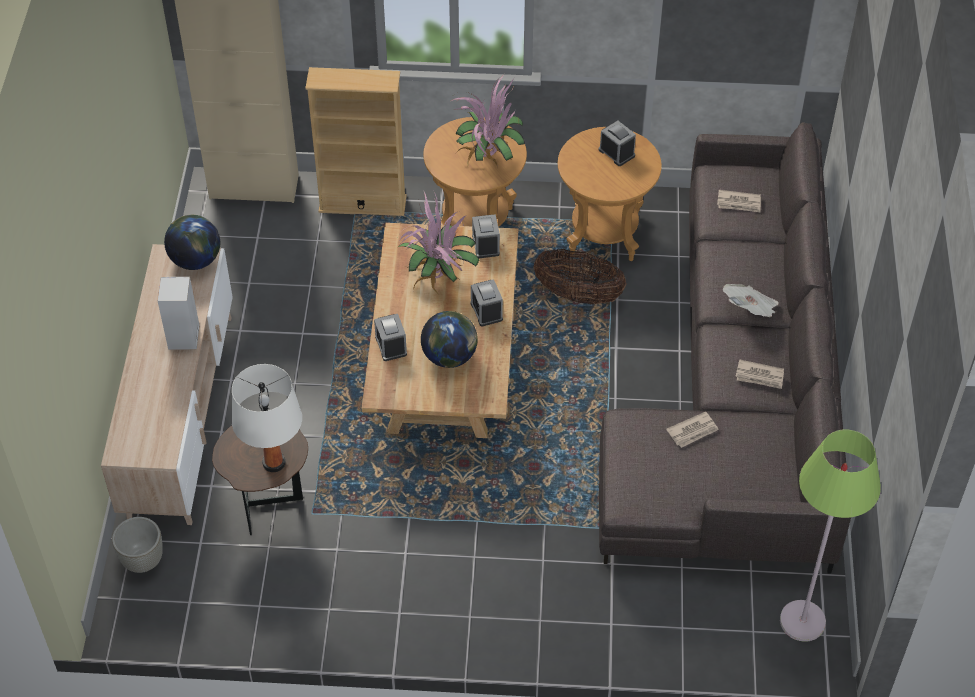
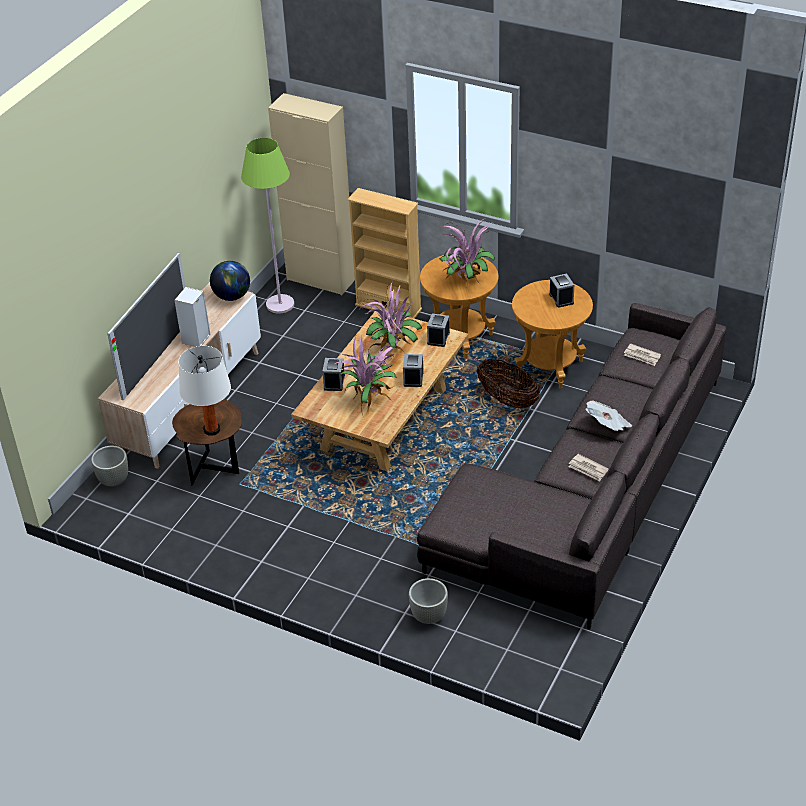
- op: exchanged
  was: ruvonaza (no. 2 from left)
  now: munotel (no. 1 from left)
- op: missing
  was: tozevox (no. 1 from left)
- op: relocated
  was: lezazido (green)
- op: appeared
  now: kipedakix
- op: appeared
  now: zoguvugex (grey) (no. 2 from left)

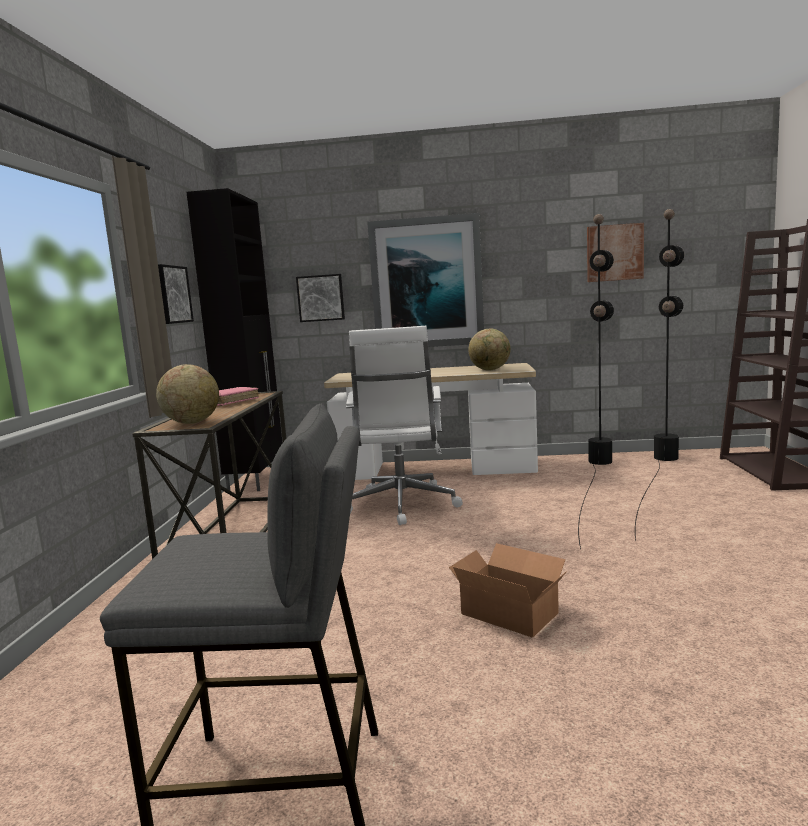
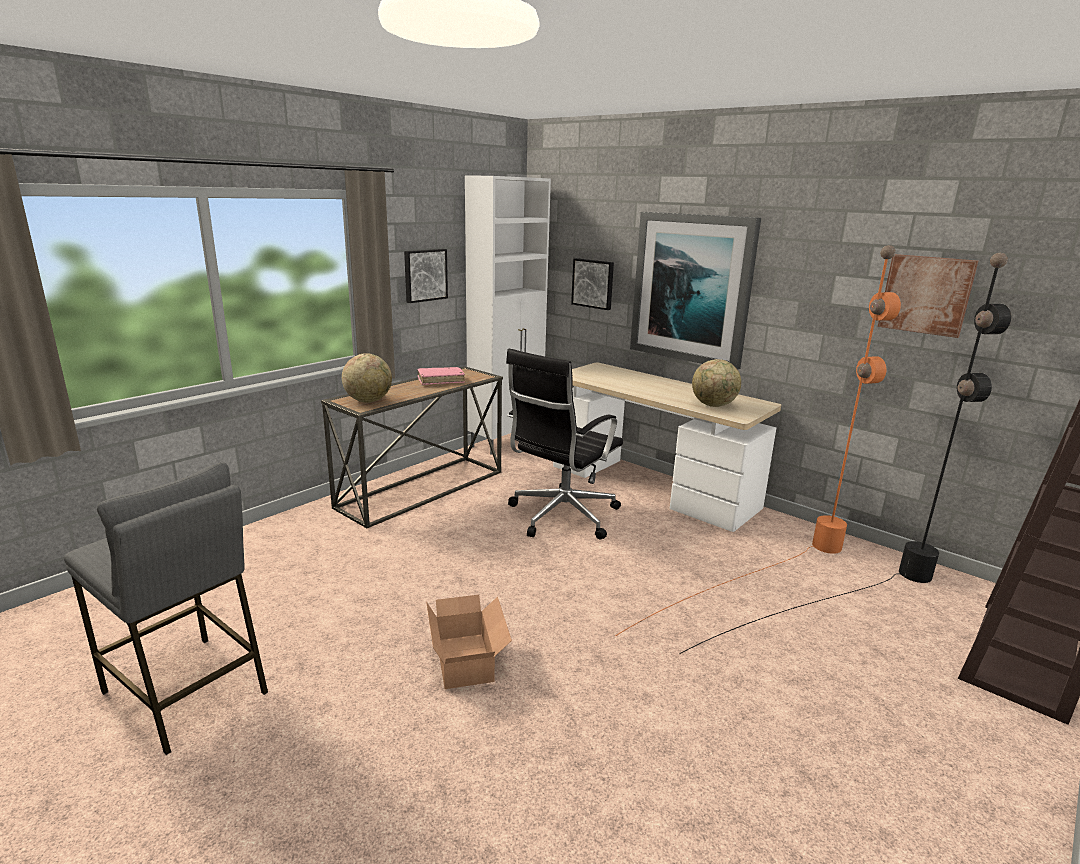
- op: colour
  was: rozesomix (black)
  now: rozesomix (white)
- op: colour
  was: lezazido (black) (no. 1 from left)
  now: lezazido (orange)
- op: colour
  was: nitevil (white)
  now: nitevil (black)

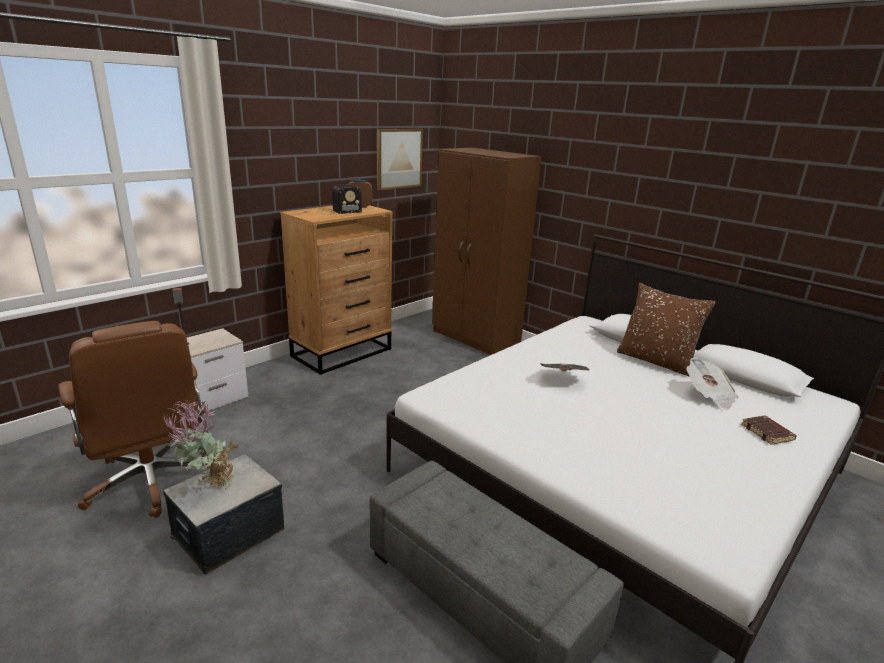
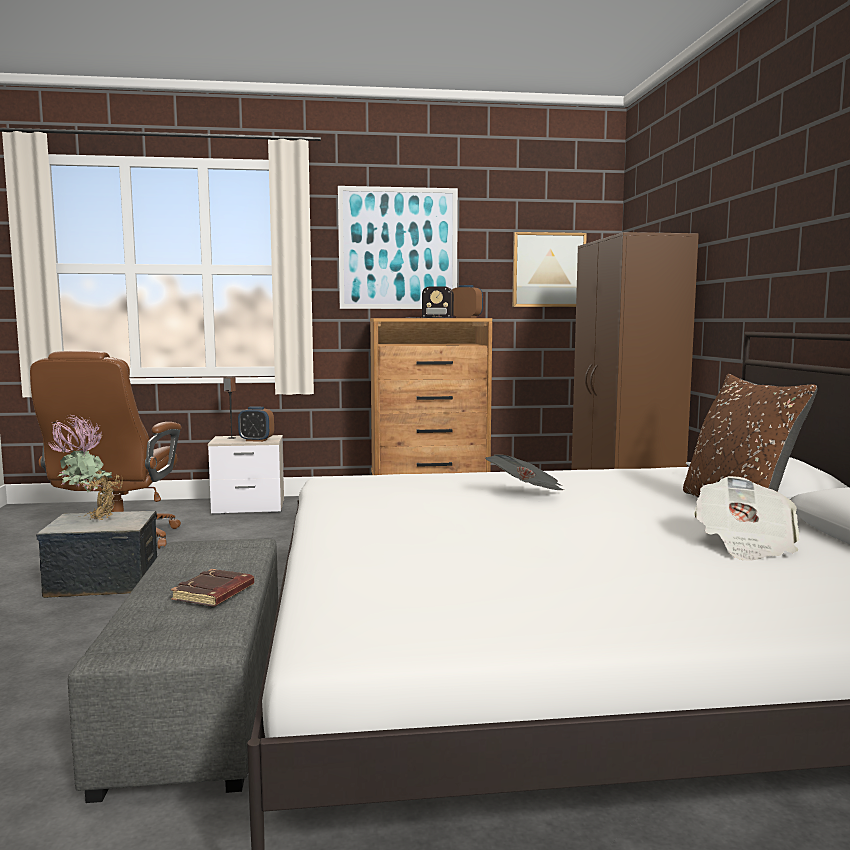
- op: relocated
  was: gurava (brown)
- op: appeared
  now: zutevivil (no. 1 from left)
- op: appeared
  now: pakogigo (no. 1 from left)

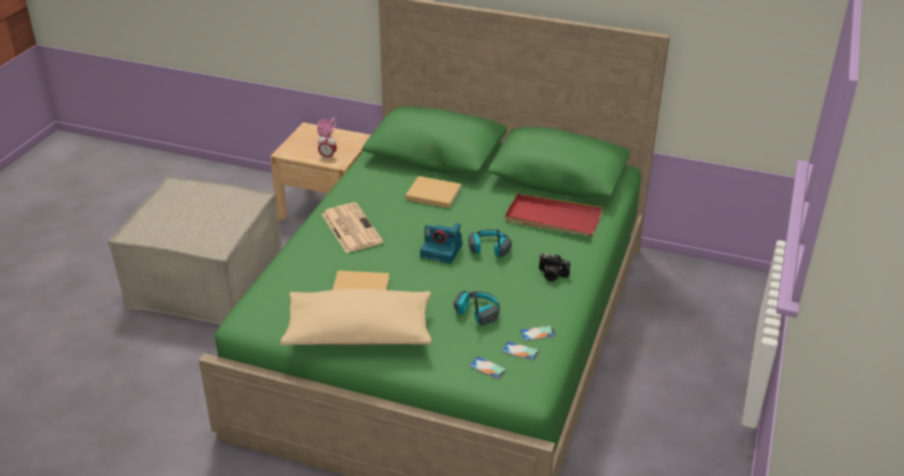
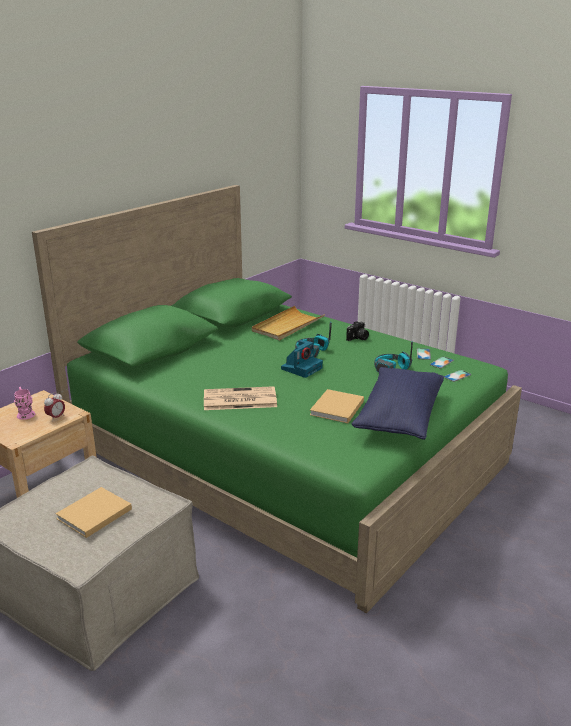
- op: relocated
  was: gurava (beige) (no. 2 from left in the first image)
  now: gurava (beige) (no. 1 from left)
- op: colour
  was: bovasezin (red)
  now: bovasezin (beige)
- op: colour
  was: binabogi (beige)
  now: binabogi (blue)

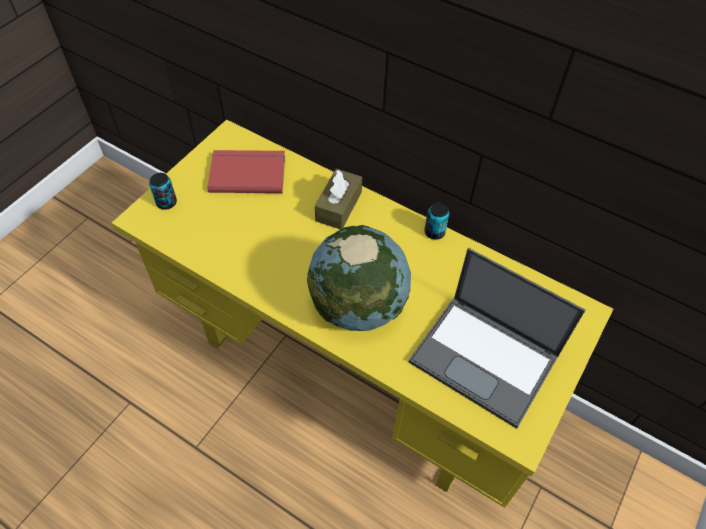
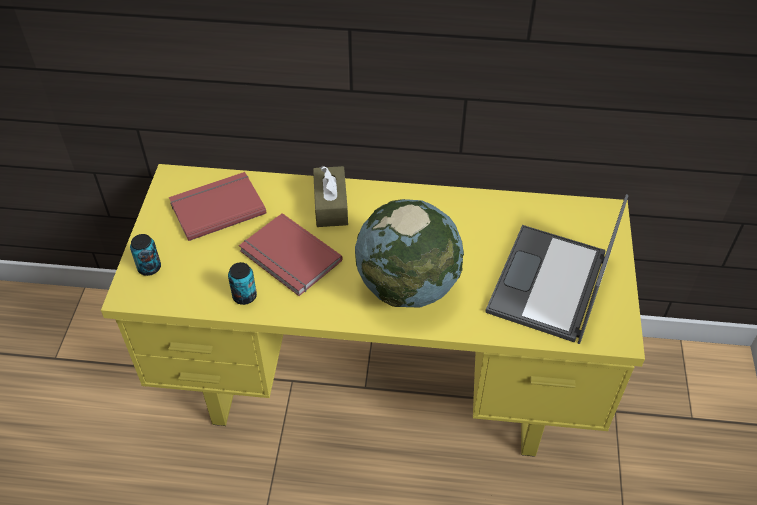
- op: relocated
  was: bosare (no. 2 from left)
- op: spun
  was: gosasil
  clockwise: 105
- op: appeared
  now: gurava (red) (no. 2 from left)

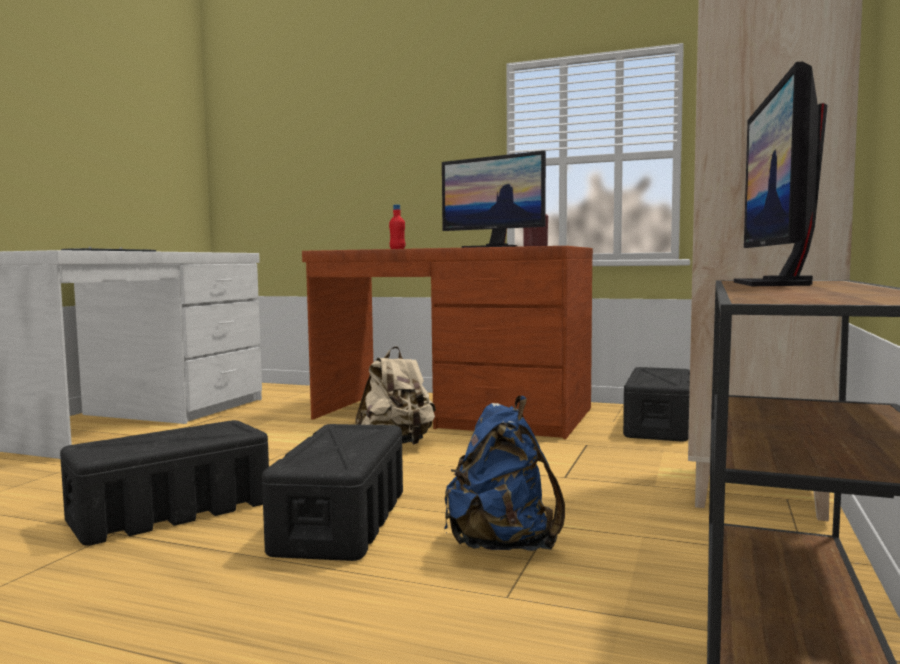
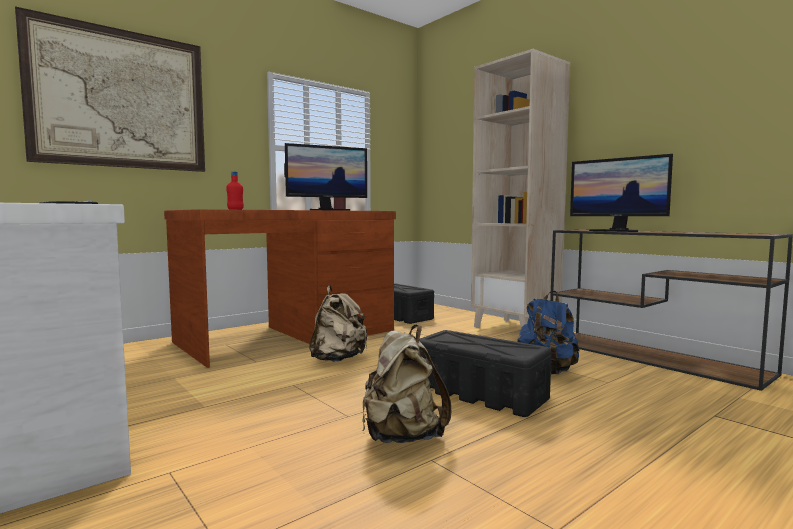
- op: exchanged
  was: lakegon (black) (no. 1 from left)
  now: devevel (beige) (no. 2 from left)
- op: appeared
  now: zutevivil

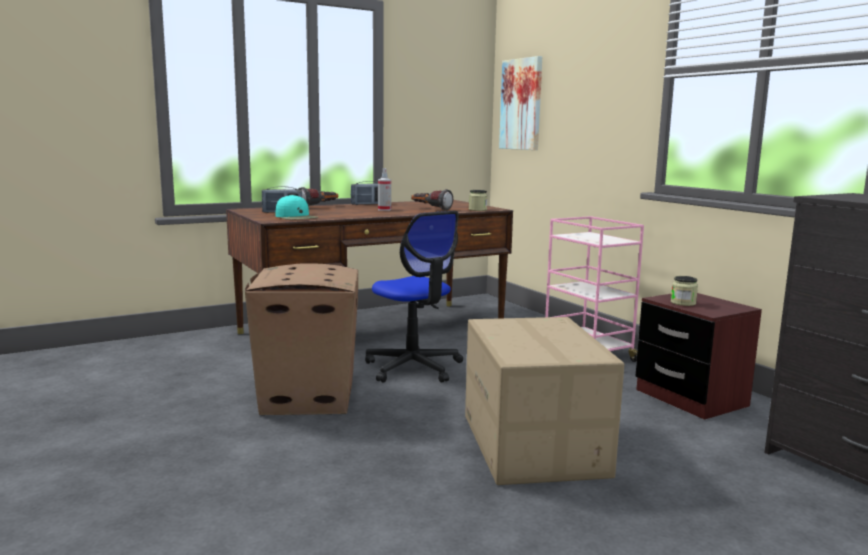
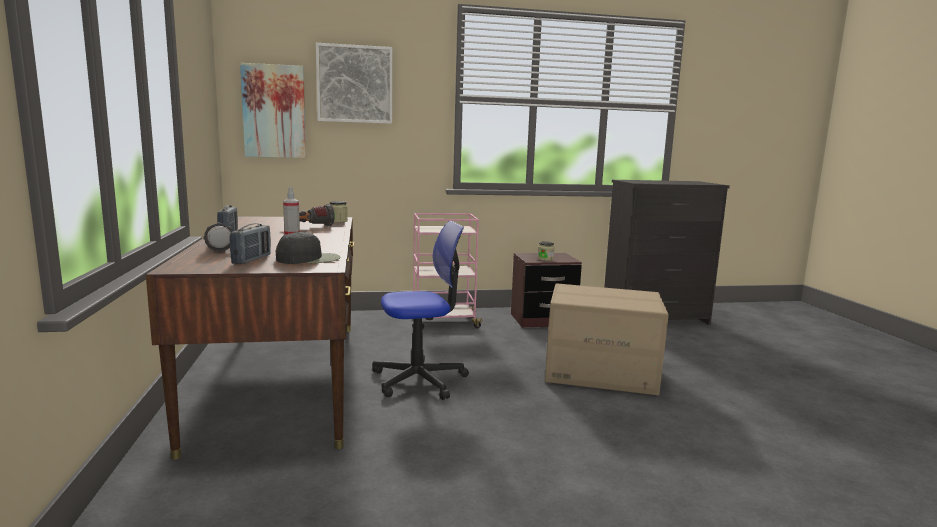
- op: colour
  was: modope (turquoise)
  now: modope (black)
- op: missing
  was: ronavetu (no. 1 from left)
- op: appeared
  now: zutevivil (no. 2 from left)

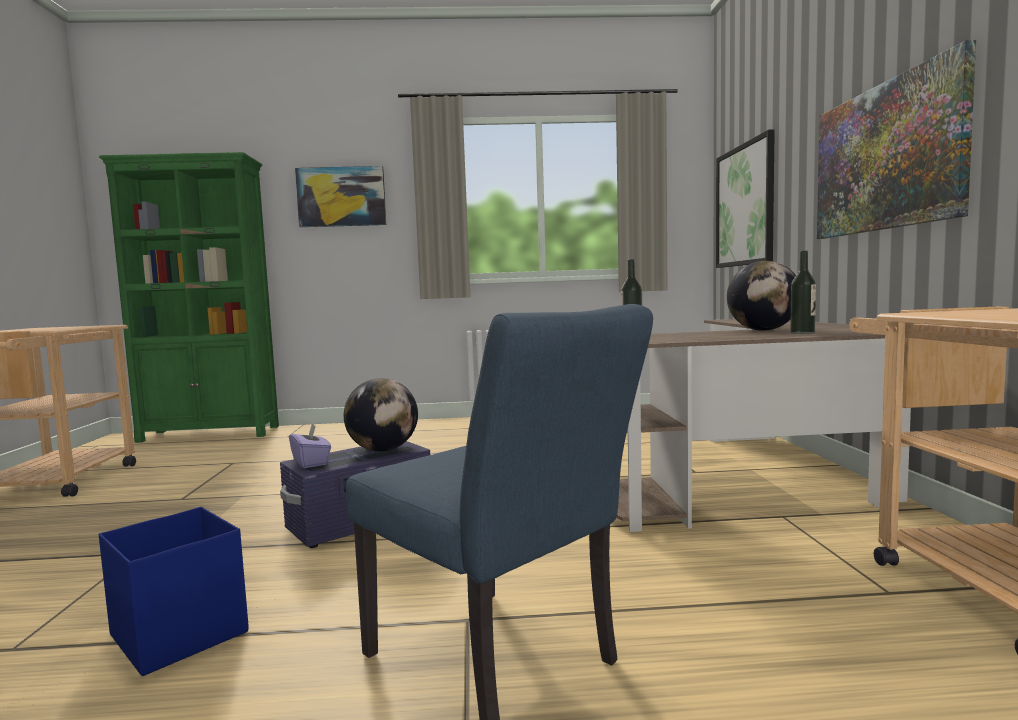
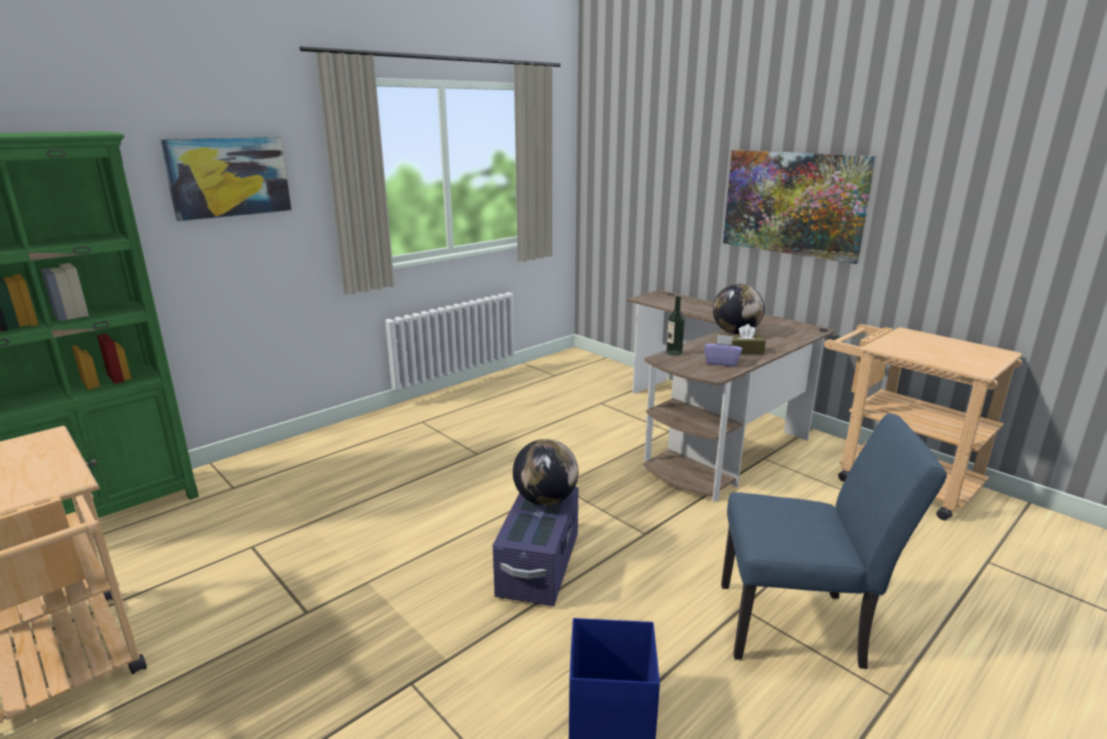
- op: missing
  was: zutevivil (no. 2 from left)
- op: missing
  was: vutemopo (no. 2 from left)
- op: relocated
  was: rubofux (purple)
- op: appeared
  now: rubofux (brown)

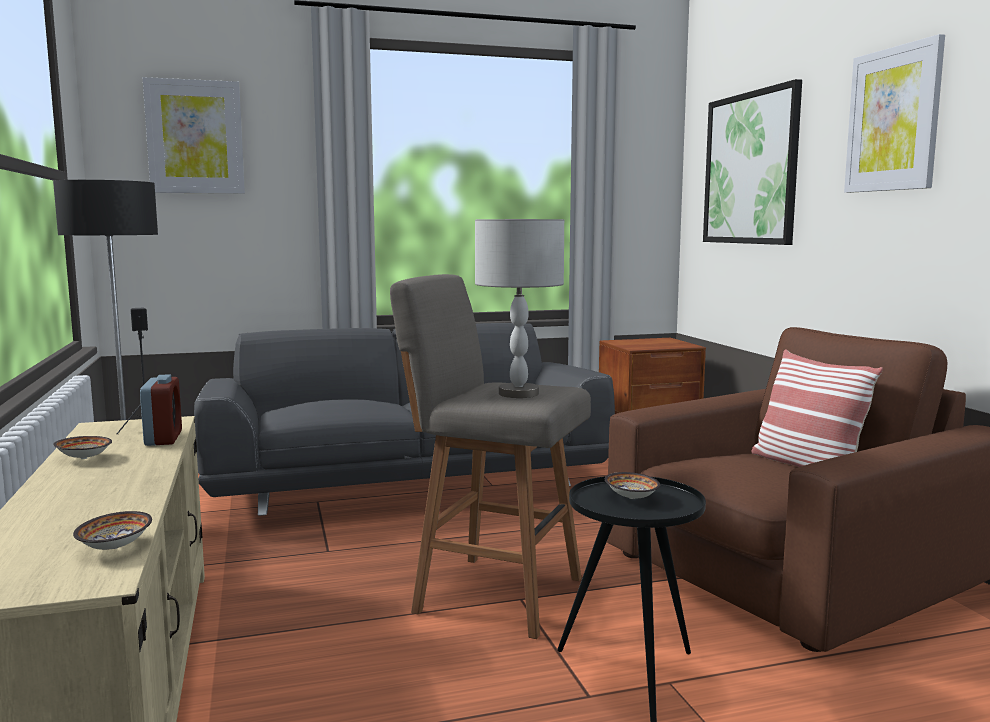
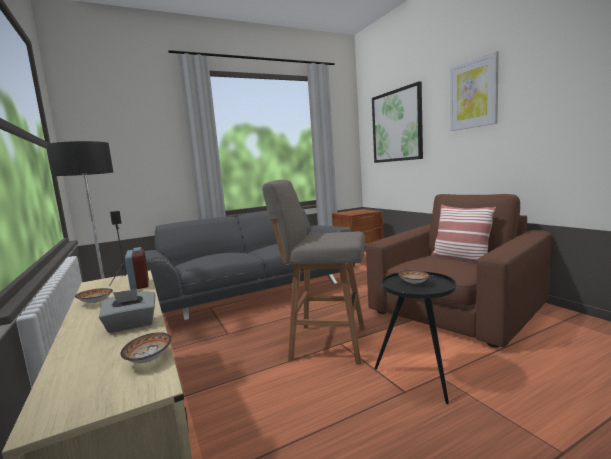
- op: missing
  was: zutevivil (no. 1 from left)
- op: missing
  was: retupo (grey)
- op: appeared
  now: rubofux (grey)

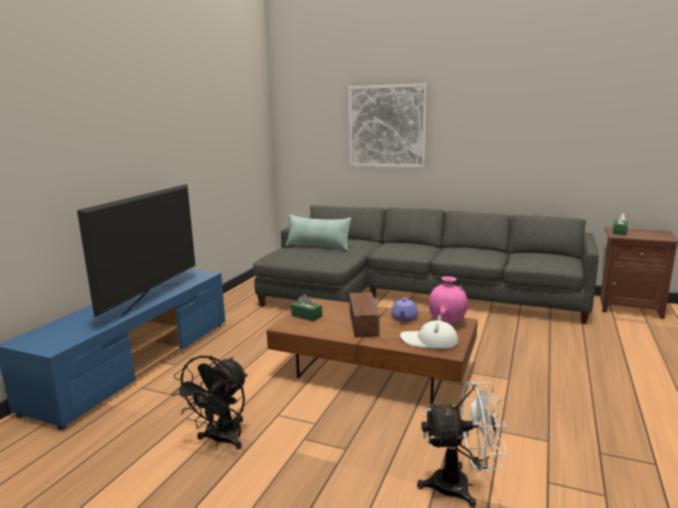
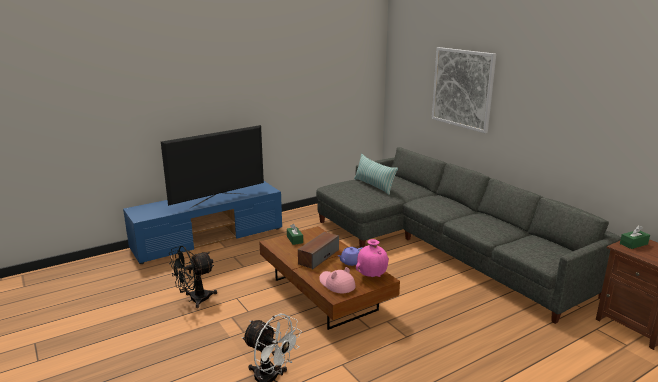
- op: colour
  was: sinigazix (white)
  now: sinigazix (pink)

